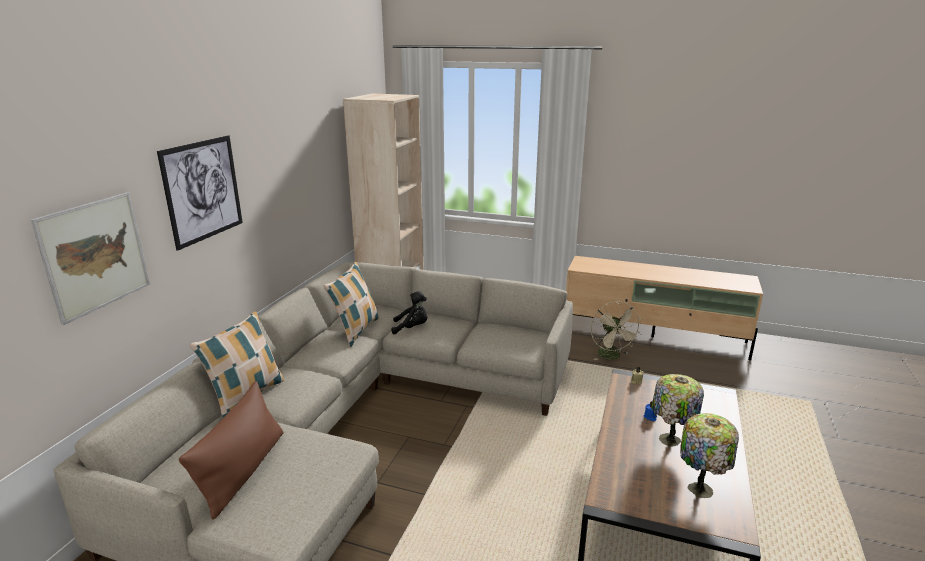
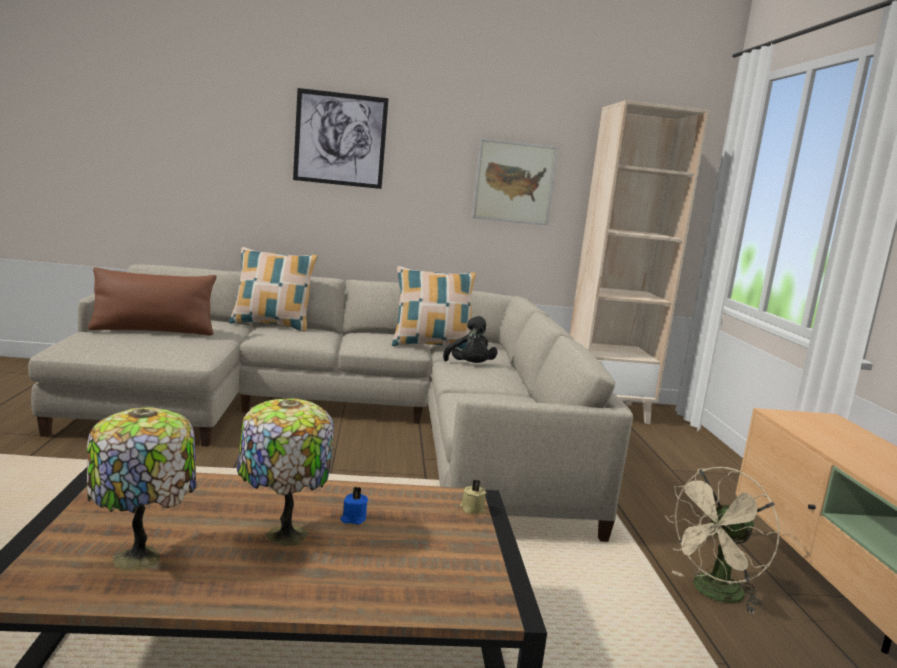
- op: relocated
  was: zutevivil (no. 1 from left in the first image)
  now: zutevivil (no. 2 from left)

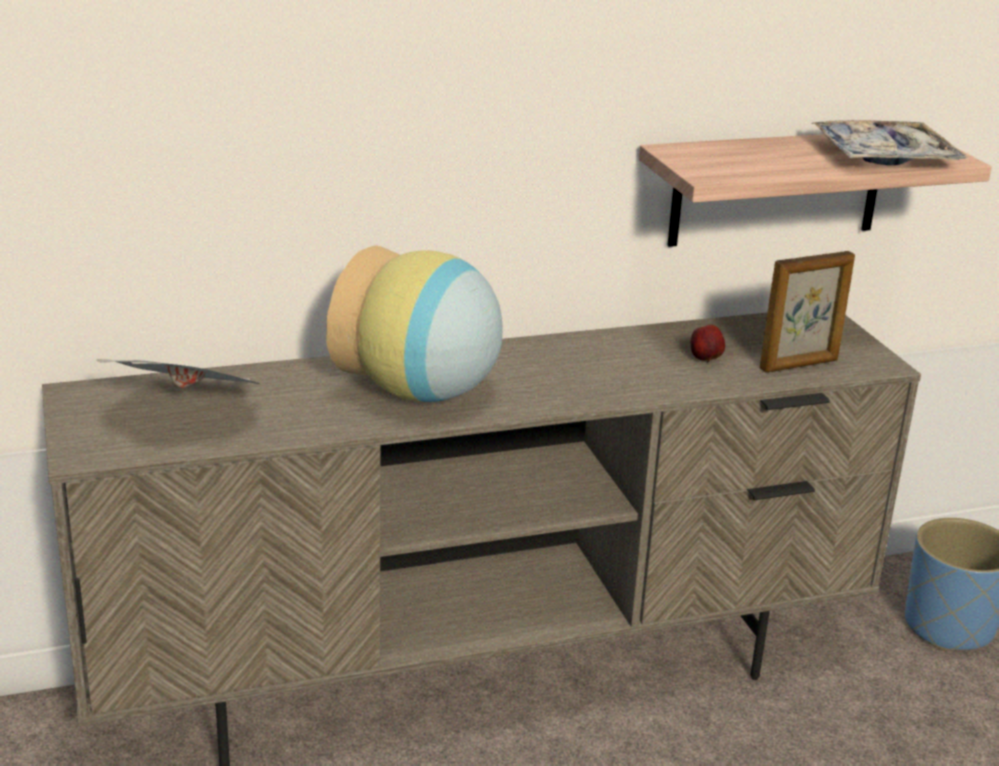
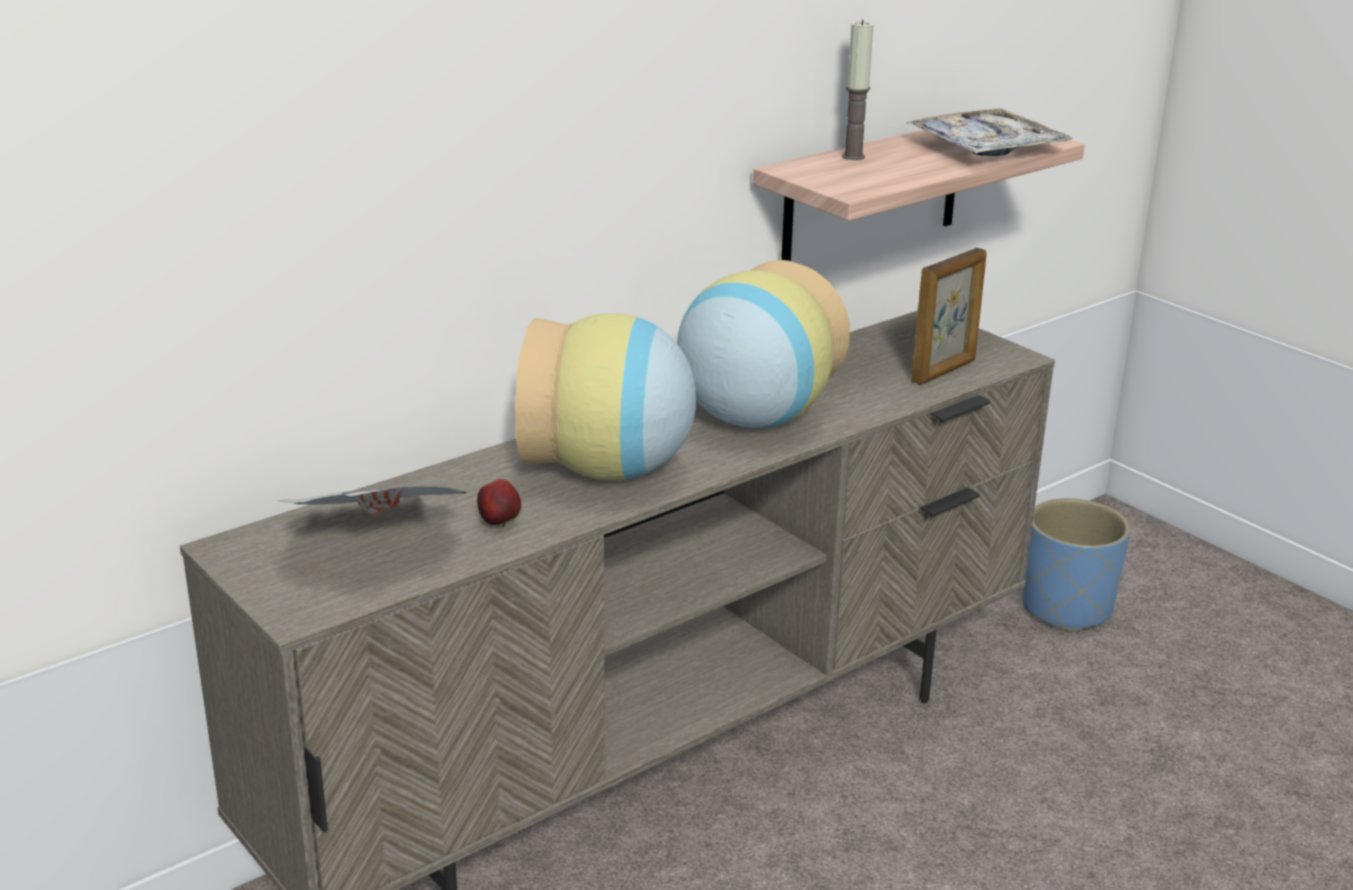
- op: relocated
  was: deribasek
- op: appeared
  now: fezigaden
- op: appeared
  now: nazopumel (no. 2 from left)

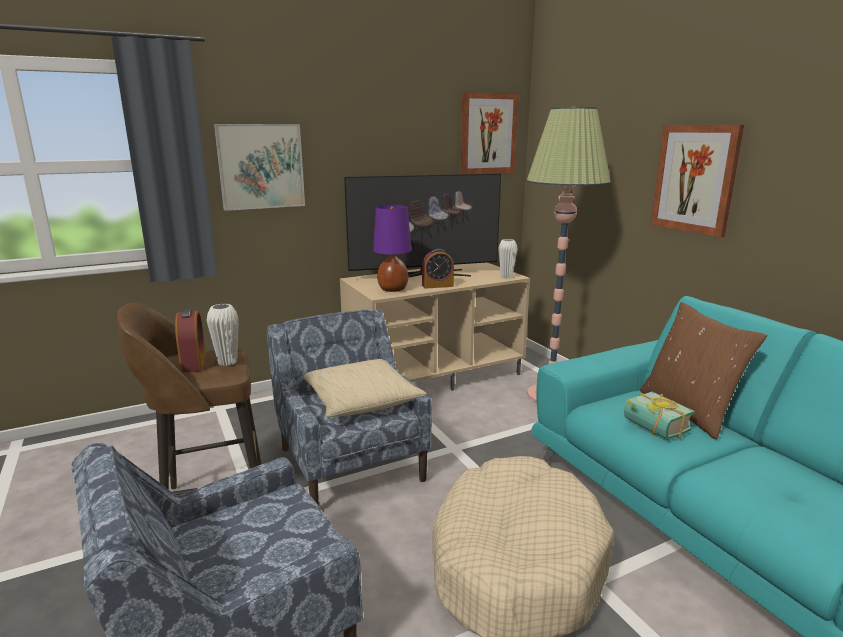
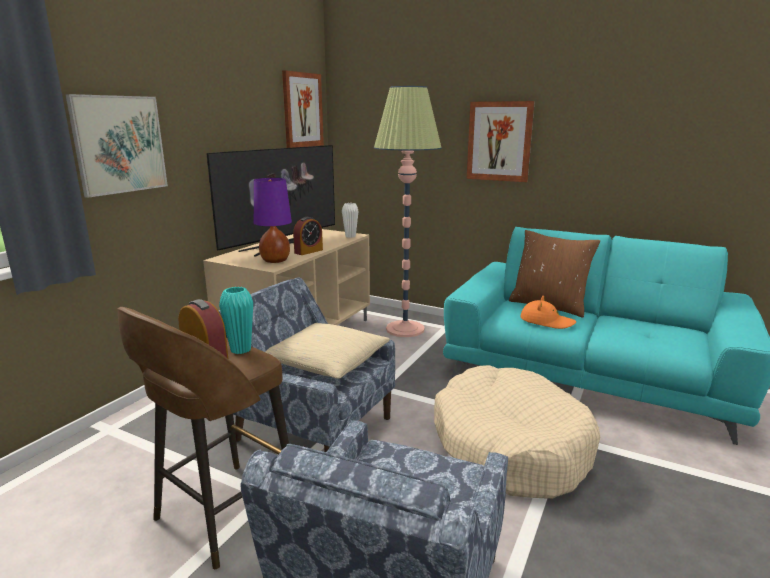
- op: colour
  was: nazopumel (white) (no. 1 from left)
  now: nazopumel (turquoise)
- op: exchanged
  was: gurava
  now: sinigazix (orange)

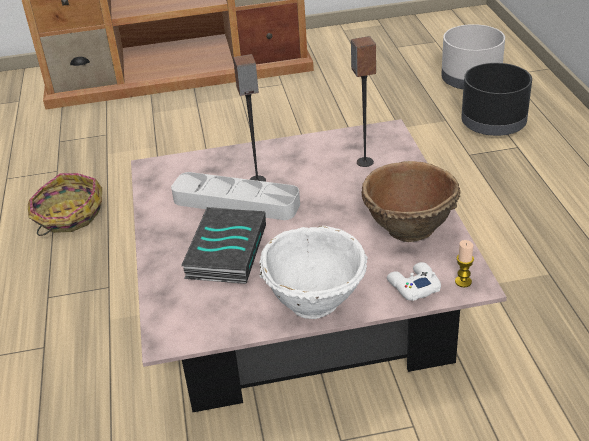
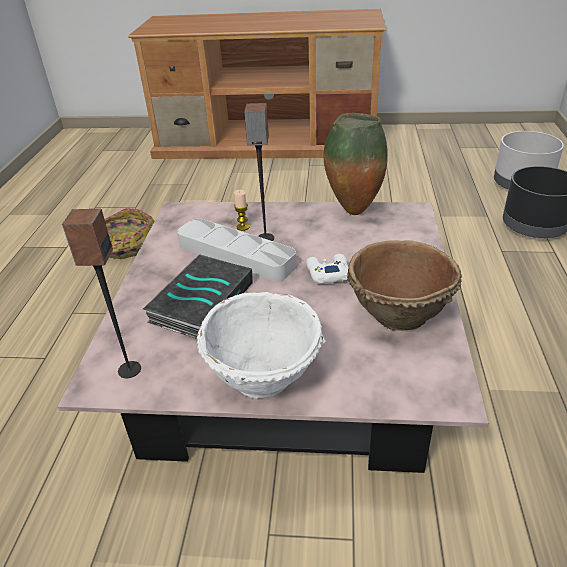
- op: relocated
  was: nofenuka (no. 2 from left in the first image)
  now: nofenuka (no. 1 from left)
- op: relocated
  was: fezigaden
- op: relocated
  was: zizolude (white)
- op: appeared
  now: nazopumel

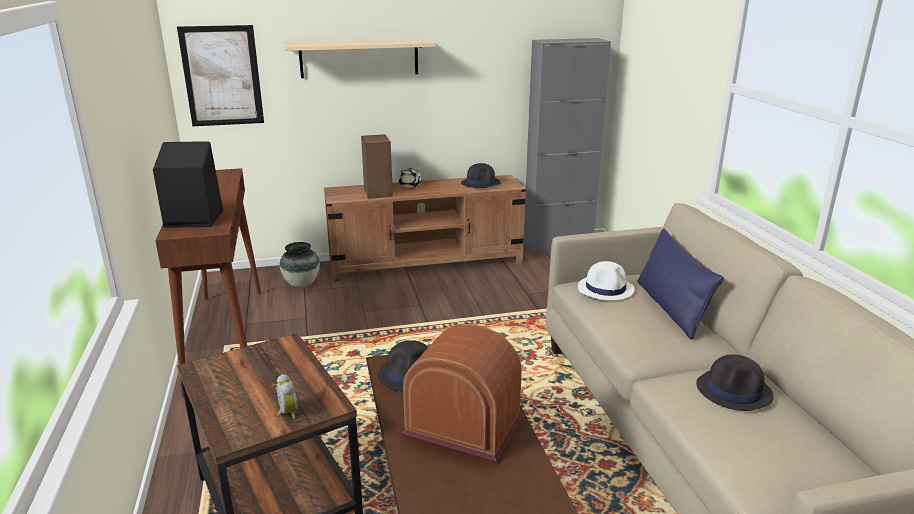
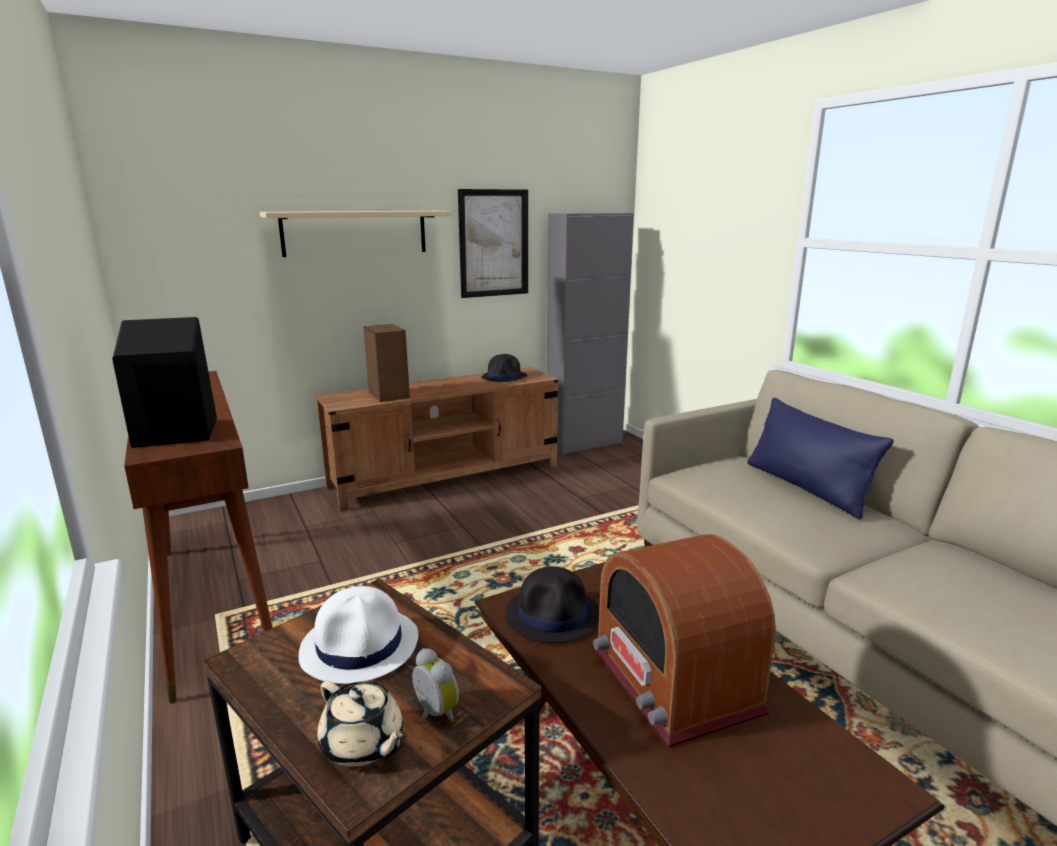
- op: relocated
  was: zutevivil
- op: relocated
  was: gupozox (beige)
- op: missing
  was: nazopumel
- op: relocated
  was: sinigazix (white)
- op: spun
  was: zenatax
  clockwise: -120
- op: missing
  was: sinigazix (black) (no. 3 from left)

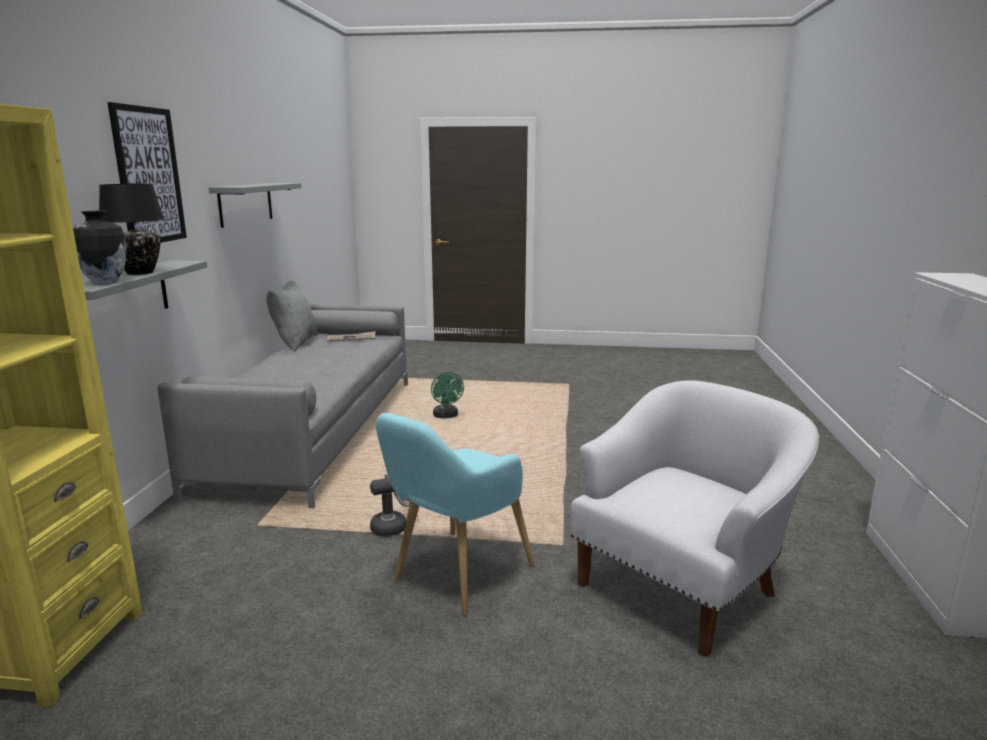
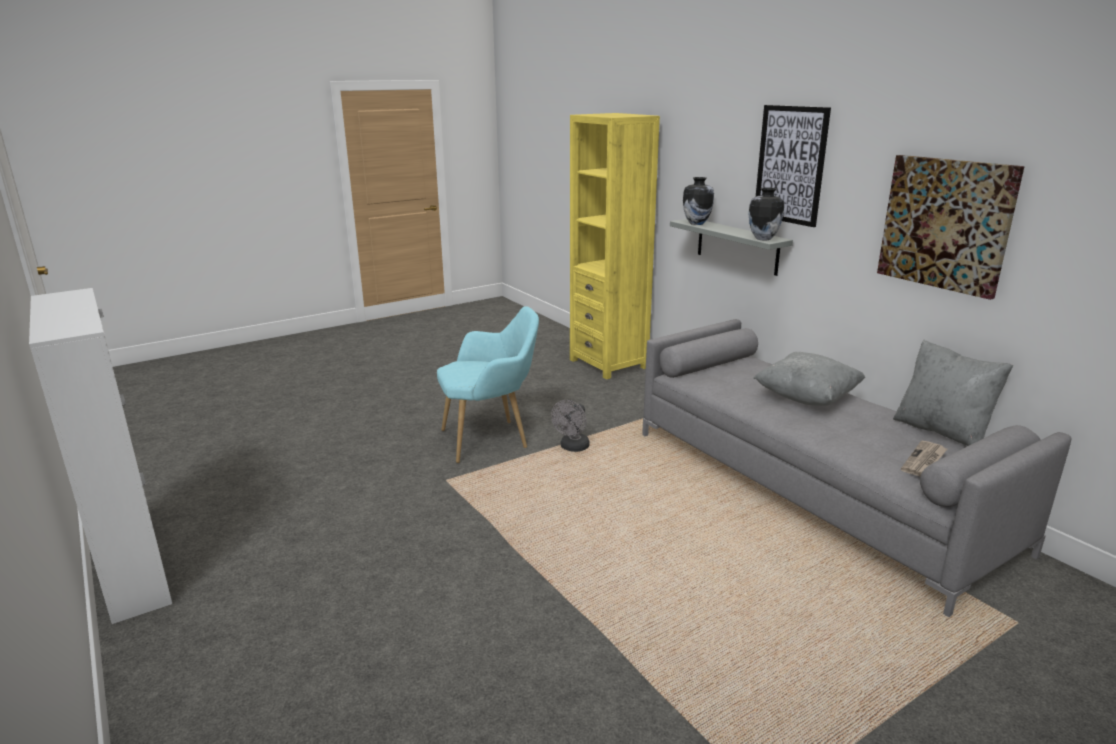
- op: exchanged
  was: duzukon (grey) (no. 2 from left)
  now: zutevivil (no. 2 from left)
- op: missing
  was: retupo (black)
- op: missing
  was: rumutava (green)
- op: missing
  was: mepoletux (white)
- op: spun
  was: mepoletux (turquoise)
  clockwise: 75
- op: appeared
  now: nazopumel (no. 2 from left)
- op: appeared
  now: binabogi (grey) (no. 1 from left)

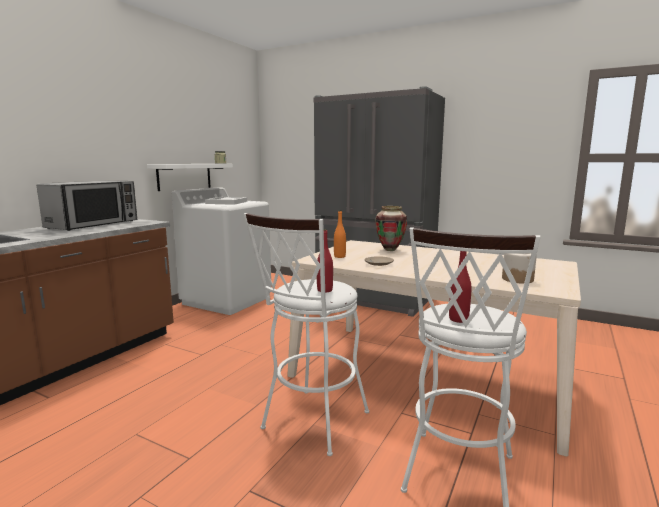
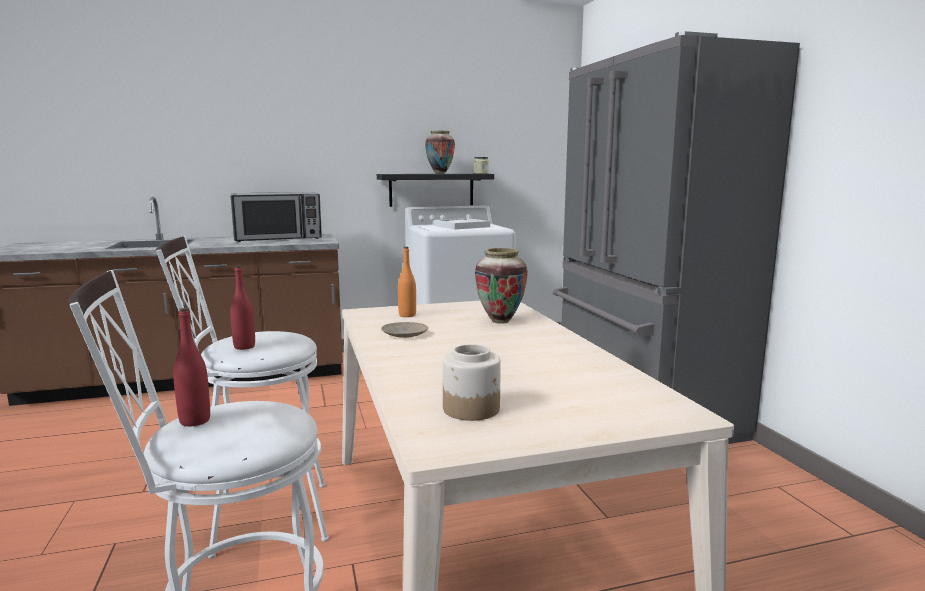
- op: colour
  was: duzukon (white)
  now: duzukon (black)
- op: appeared
  now: nazopumel (no. 1 from left)

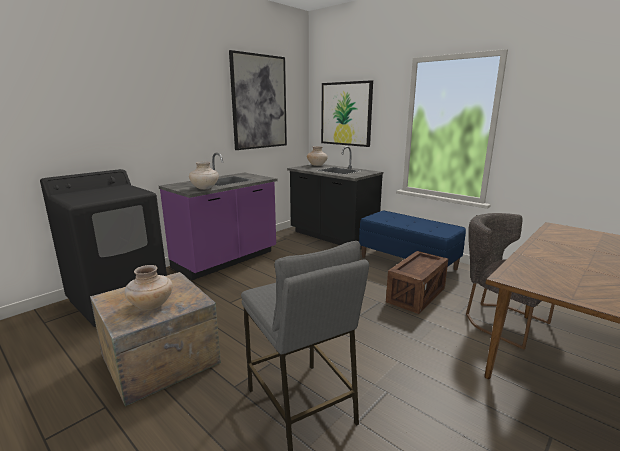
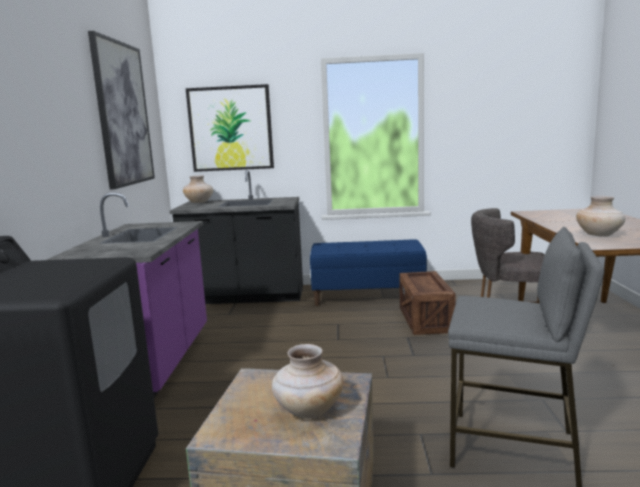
- op: relocated
  was: nazopumel (beige) (no. 2 from left in the first image)
  now: nazopumel (beige) (no. 3 from left)

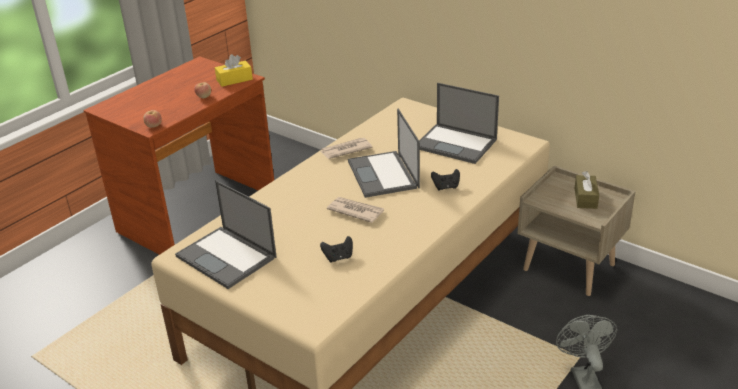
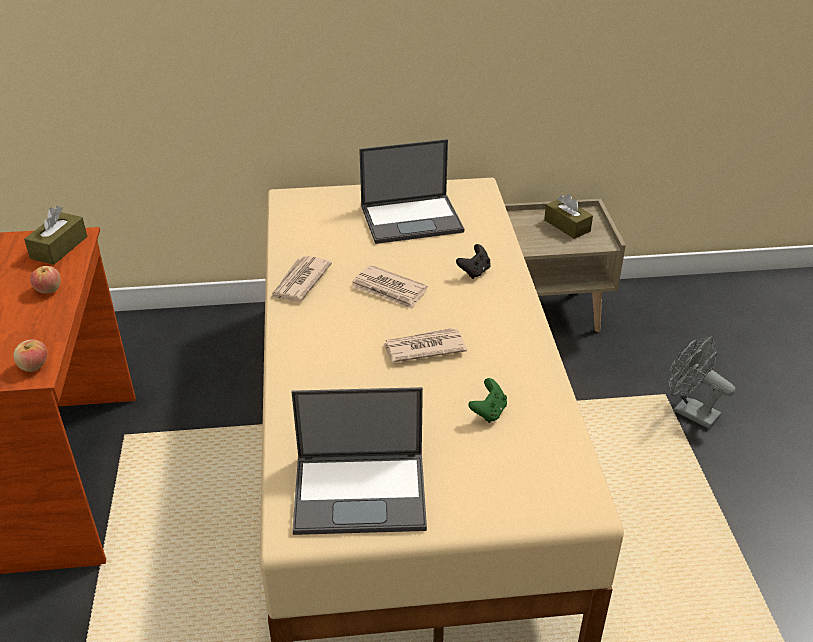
- op: colour
  was: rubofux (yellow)
  now: rubofux (brown) (no. 1 from left)
- op: exchanged
  was: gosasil (no. 2 from left)
  now: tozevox (no. 2 from left)
- op: colour
  was: zizolude (black) (no. 1 from left)
  now: zizolude (green)

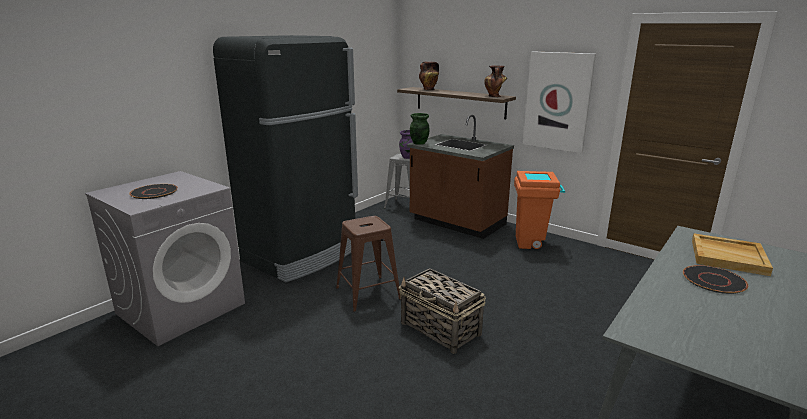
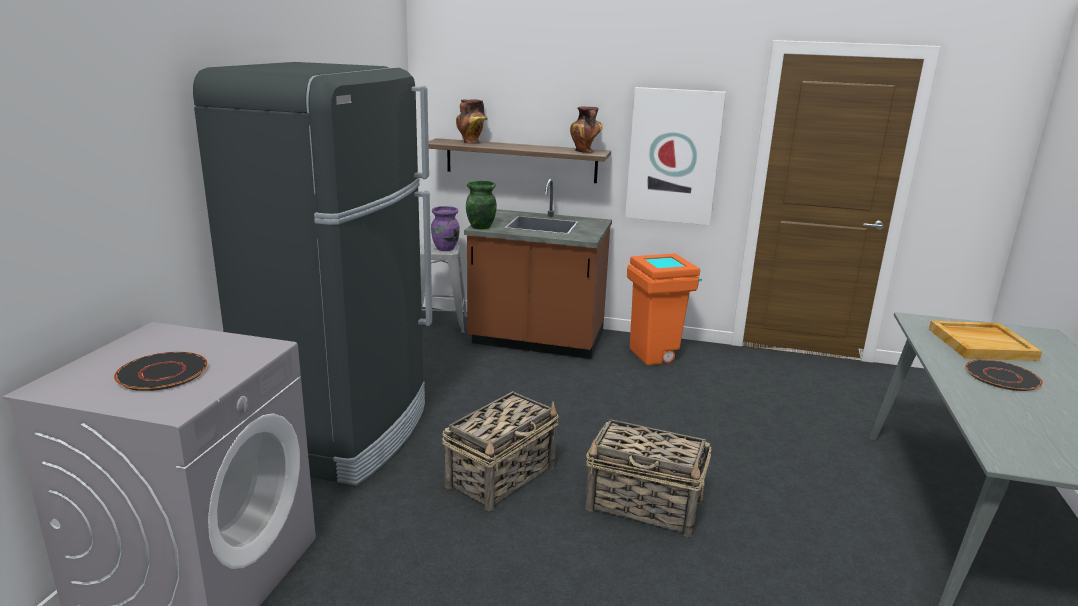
- op: exchanged
  was: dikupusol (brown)
  now: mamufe (no. 1 from left)

